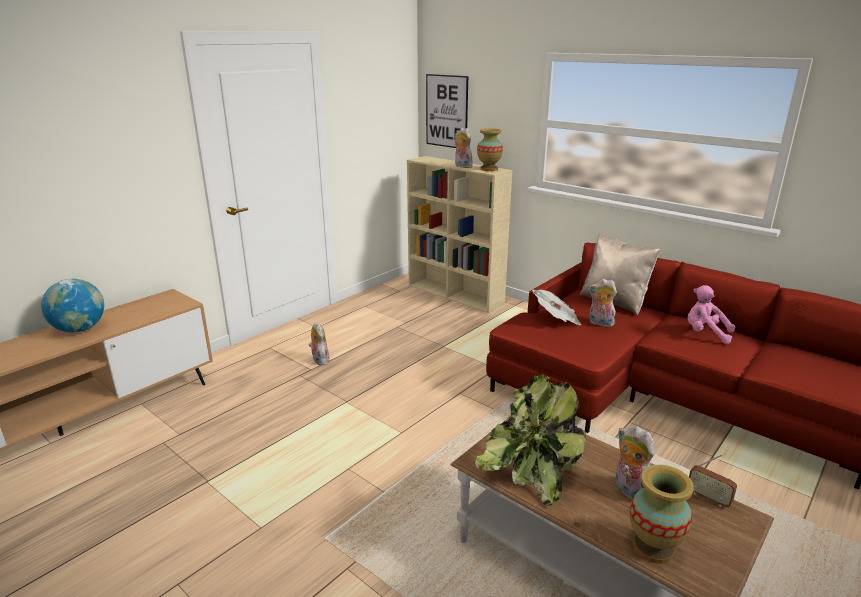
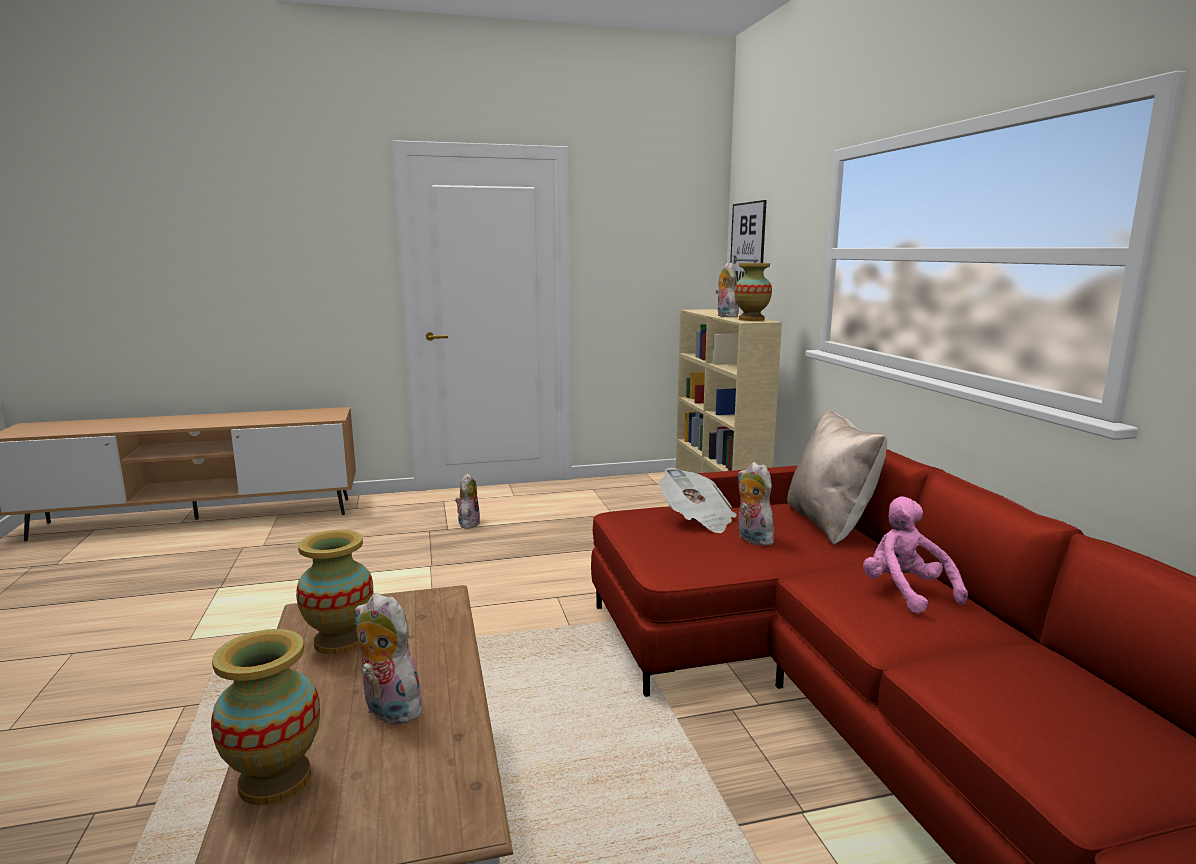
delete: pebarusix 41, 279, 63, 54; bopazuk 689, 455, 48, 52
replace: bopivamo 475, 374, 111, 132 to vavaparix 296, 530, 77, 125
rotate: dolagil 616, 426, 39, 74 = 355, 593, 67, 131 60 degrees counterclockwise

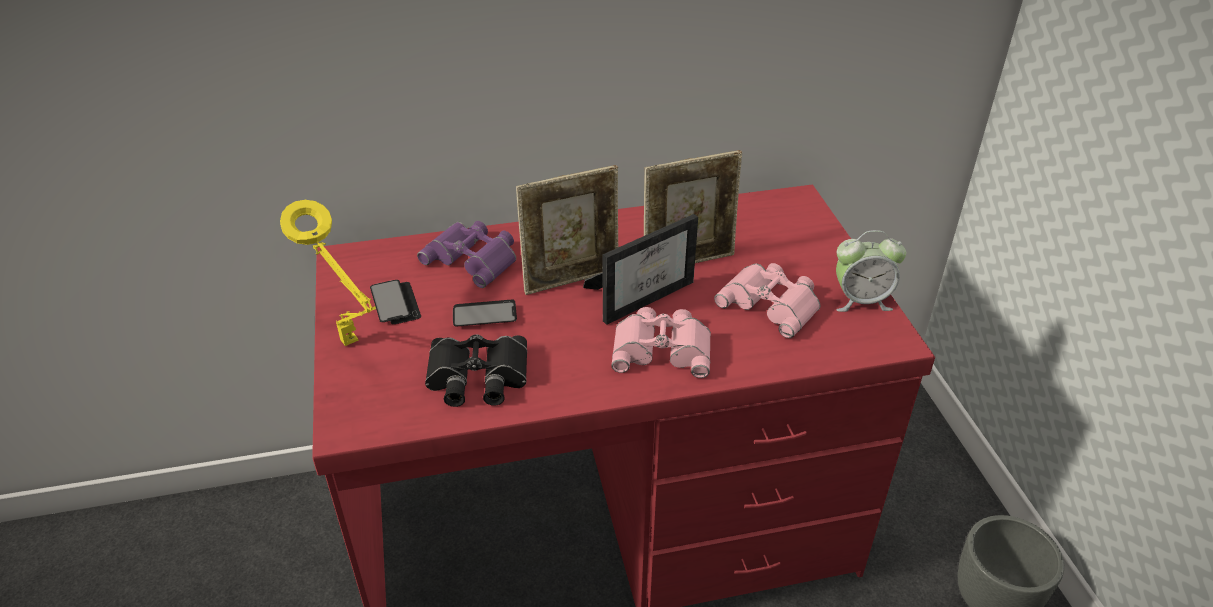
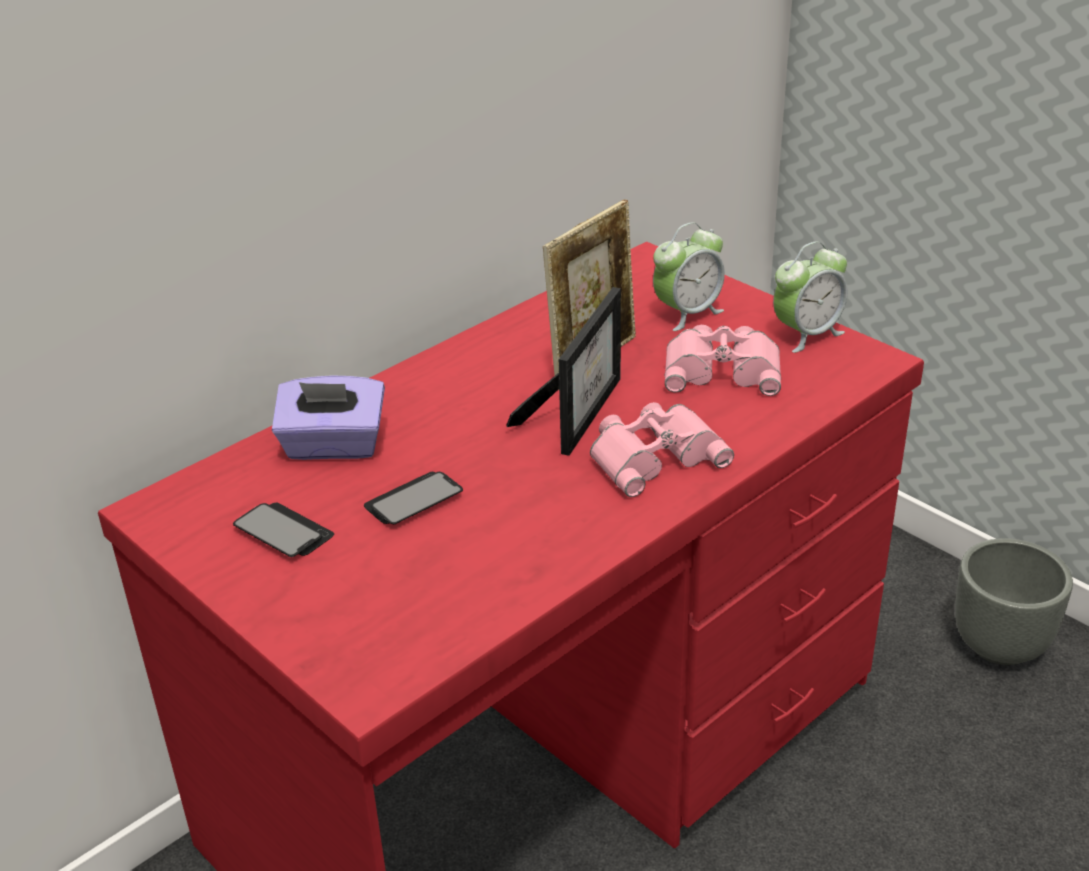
delete: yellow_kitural 280, 200, 96, 146; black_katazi 425, 334, 102, 73; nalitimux 516, 165, 102, 130
insert: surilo 653, 222, 72, 109
replace: purple_katazi 417, 221, 99, 67 to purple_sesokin 272, 375, 113, 85

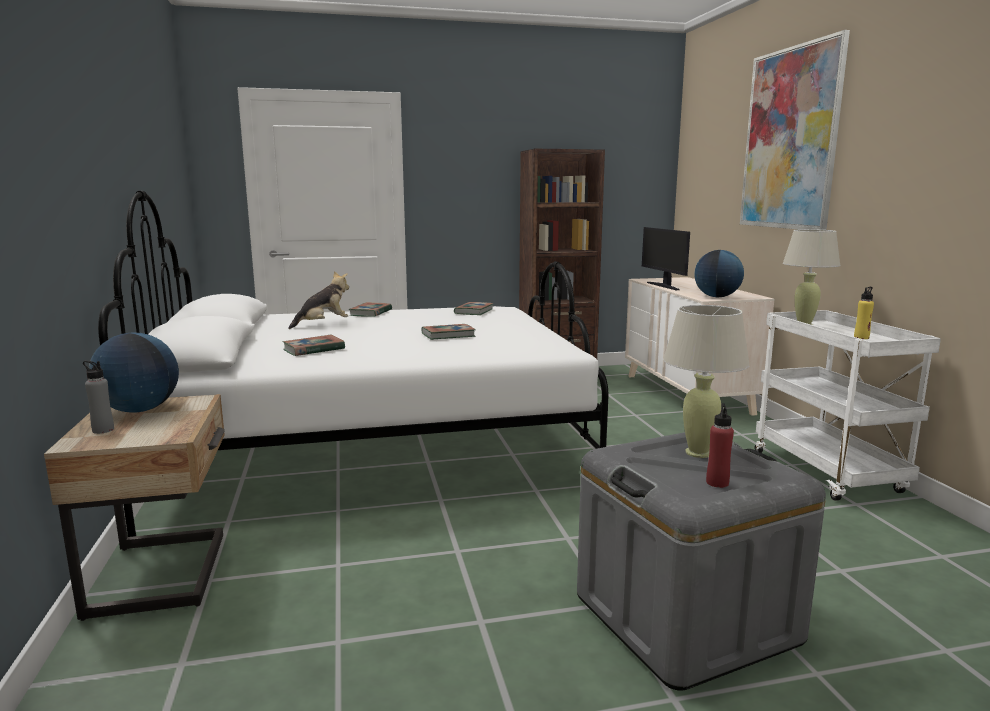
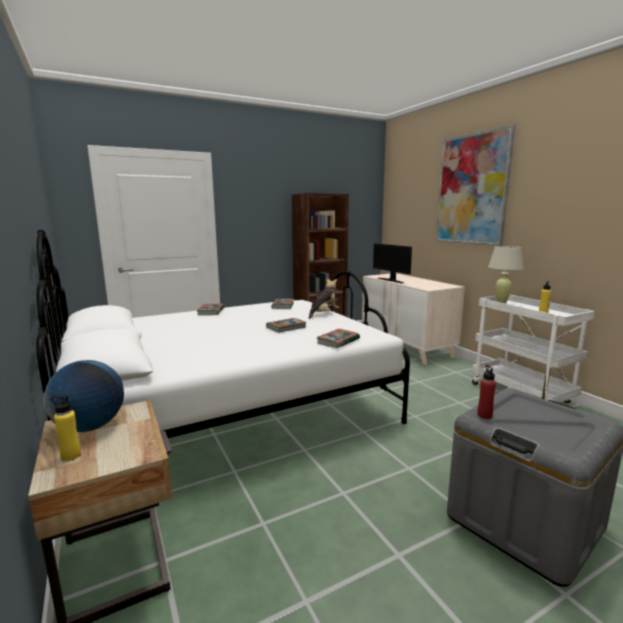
delete: beige_kitural 663, 305, 87, 153; pebarusix 694, 250, 50, 47
move: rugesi 283, 335, 62, 21 to 316, 329, 44, 19; dolagil 288, 271, 61, 58 to 309, 278, 30, 41; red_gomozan 706, 403, 28, 85 to 477, 365, 19, 54
recolor: grey_gomozan 83, 361, 31, 73 to yellow_gomozan 51, 396, 30, 65

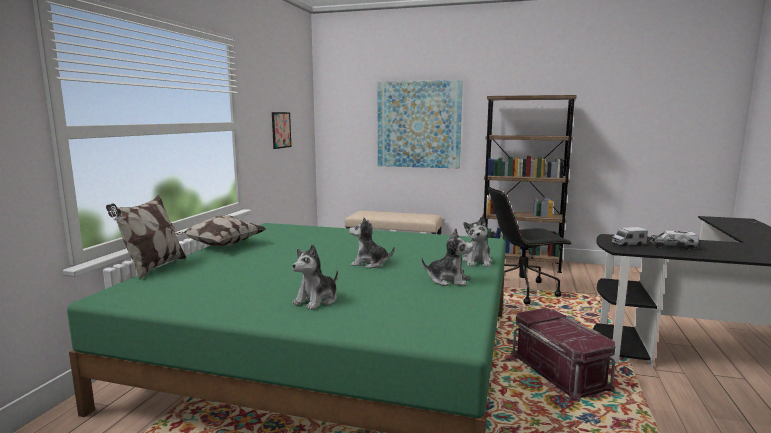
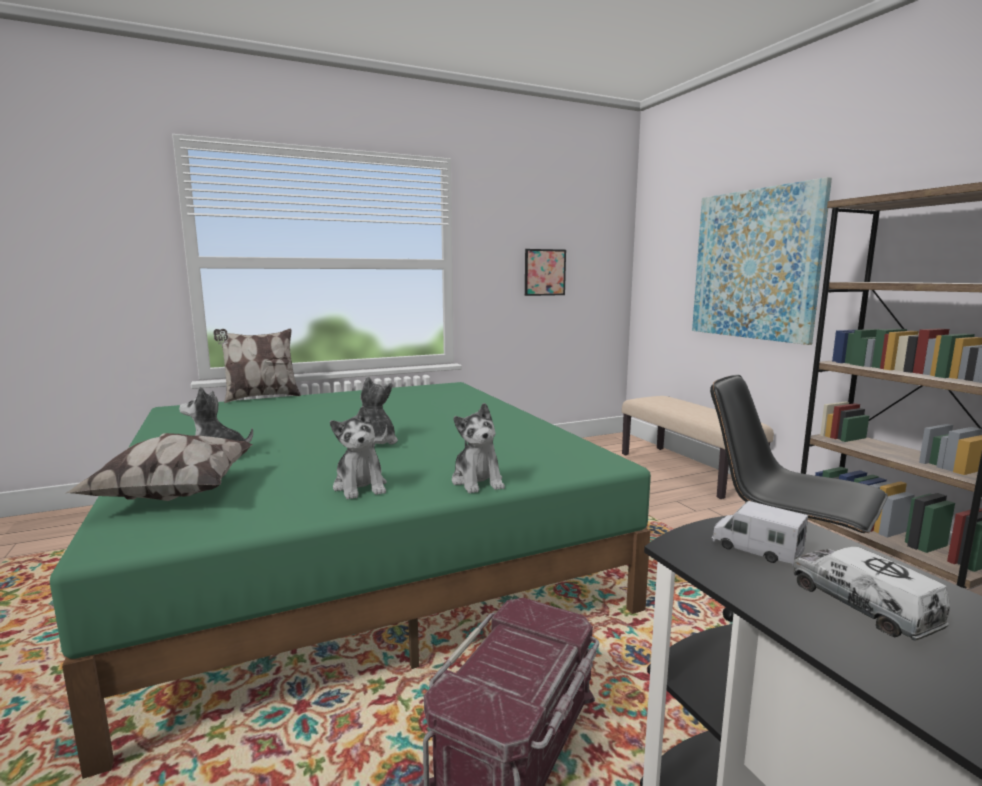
move: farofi 176, 215, 90, 31 to 66, 433, 187, 68
rotate: dolagil 462, 216, 31, 51 = 452, 403, 53, 90 75 degrees counterclockwise

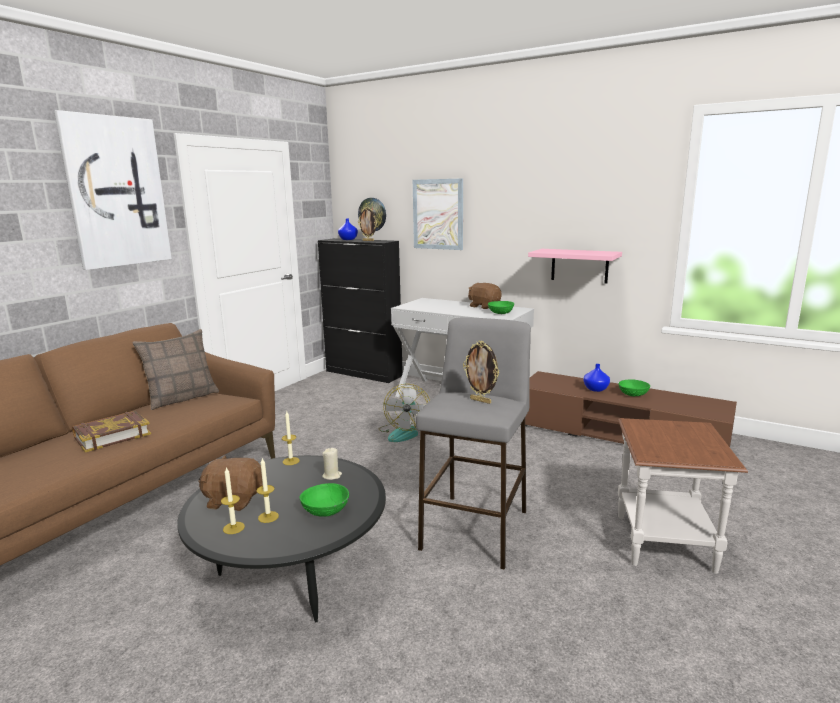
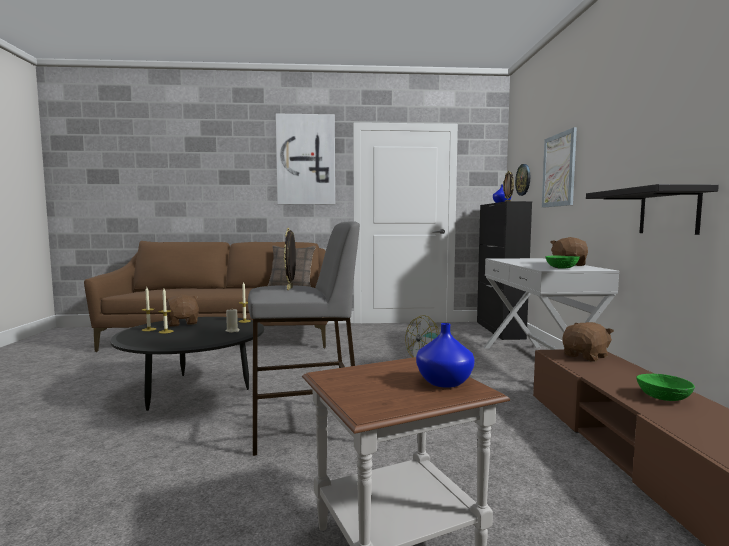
delete: rugesi 72, 411, 79, 41; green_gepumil 300, 483, 49, 34
insert: brown_dolagil 562, 322, 52, 40
move: blue_vavaparix 584, 364, 26, 28 to 416, 323, 58, 65
recolor: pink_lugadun 528, 249, 94, 35 to black_lugadun 586, 184, 133, 51

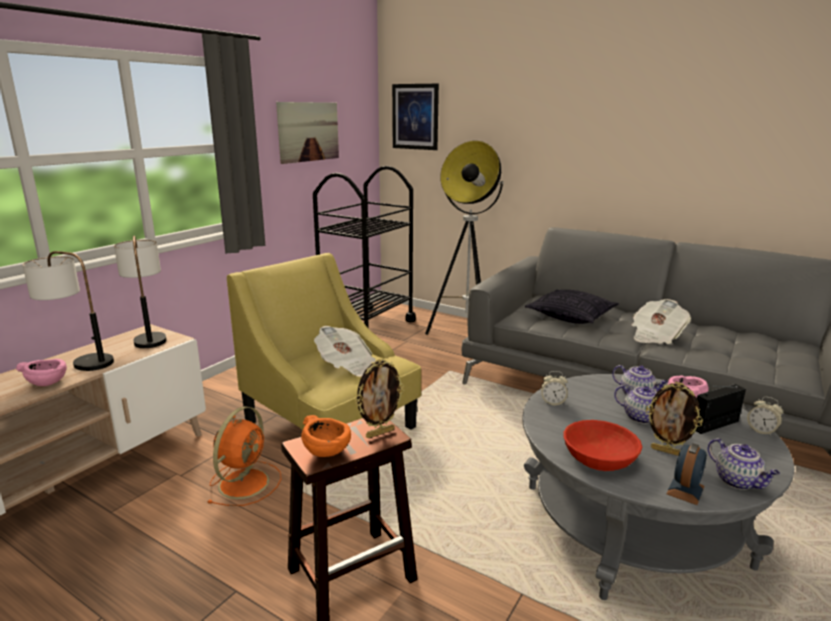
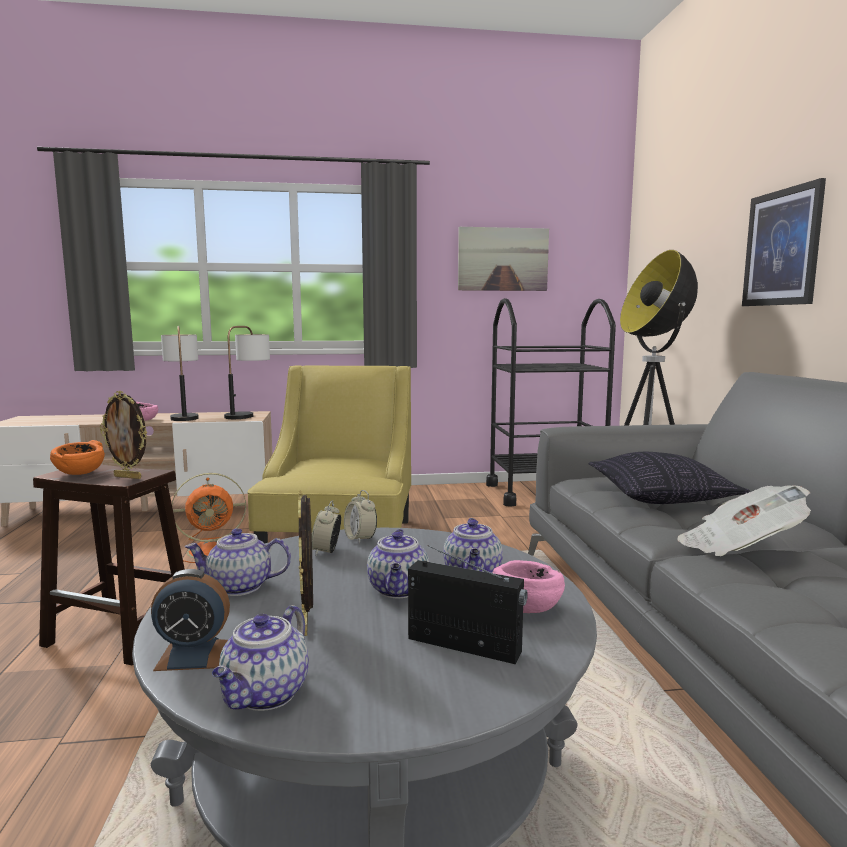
delete: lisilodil 314, 326, 62, 51
move: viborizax 392, 84, 47, 66 to 742, 178, 84, 128; surilo 747, 397, 36, 39 to 312, 500, 29, 56
replace: red_gepumil 563, 420, 79, 51 to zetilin 184, 528, 107, 68

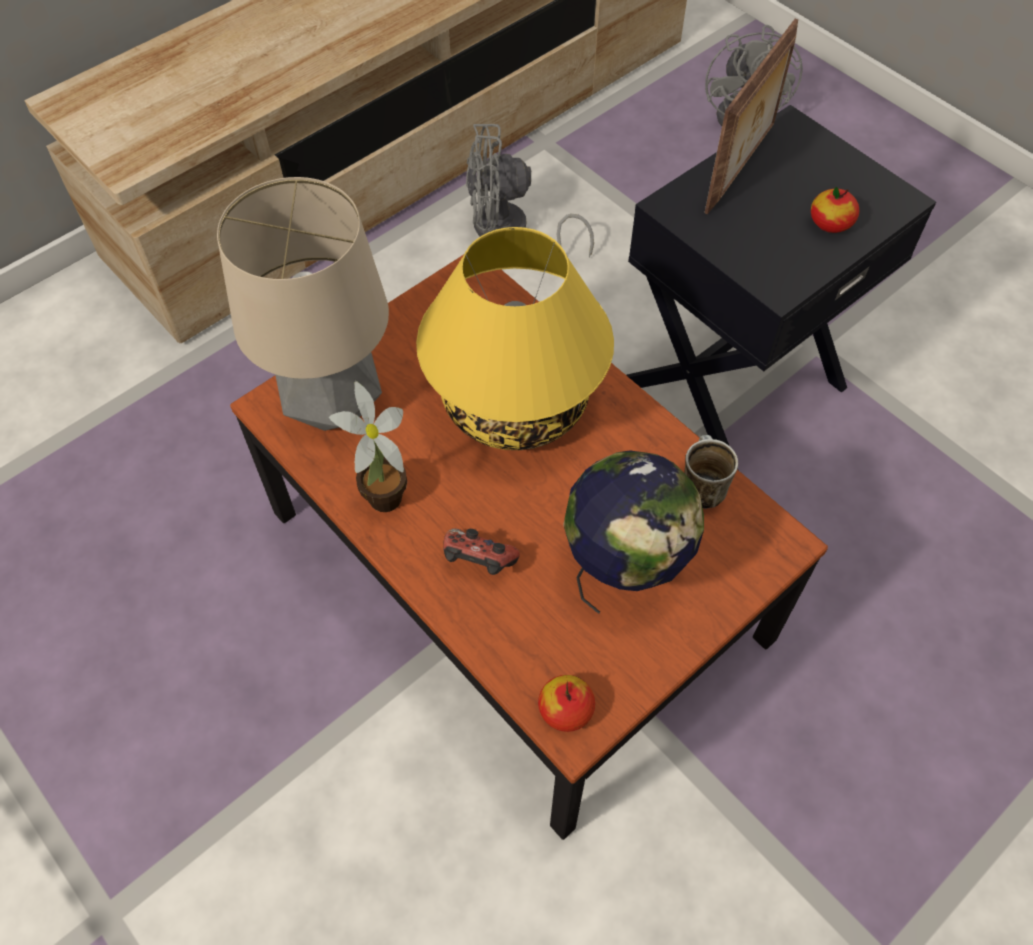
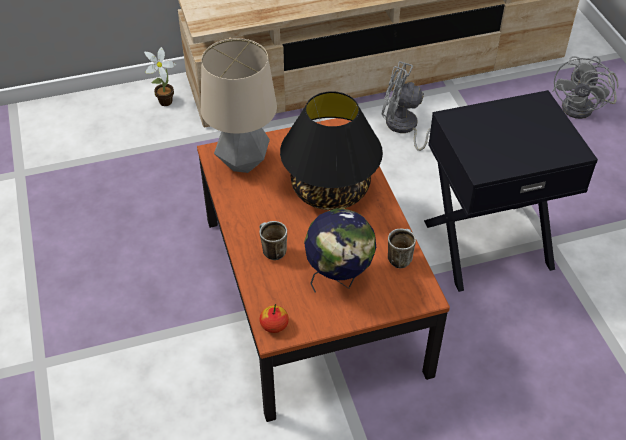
delete: nalitimux 704, 19, 94, 195; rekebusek 811, 187, 48, 46
move: bopivamo 329, 381, 78, 131 to 144, 47, 32, 59
replace: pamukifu 443, 529, 77, 46 to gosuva 259, 221, 28, 39
recolor: yellow_kitural 416, 227, 198, 223 to black_kitural 280, 91, 103, 119

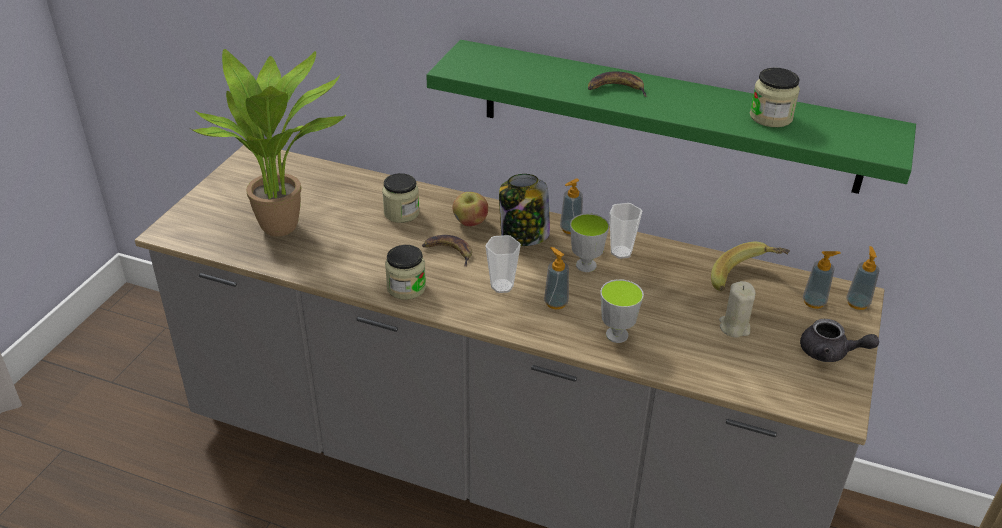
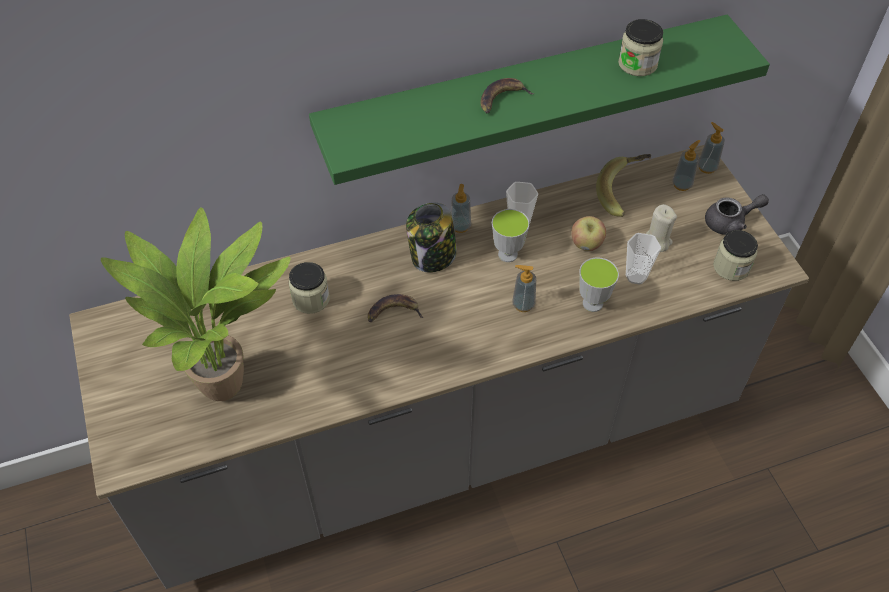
move: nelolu 385, 245, 41, 55 to 713, 230, 45, 51; rekebusek 453, 192, 35, 34 to 571, 216, 35, 35; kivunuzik 485, 235, 36, 58 to 626, 233, 35, 52

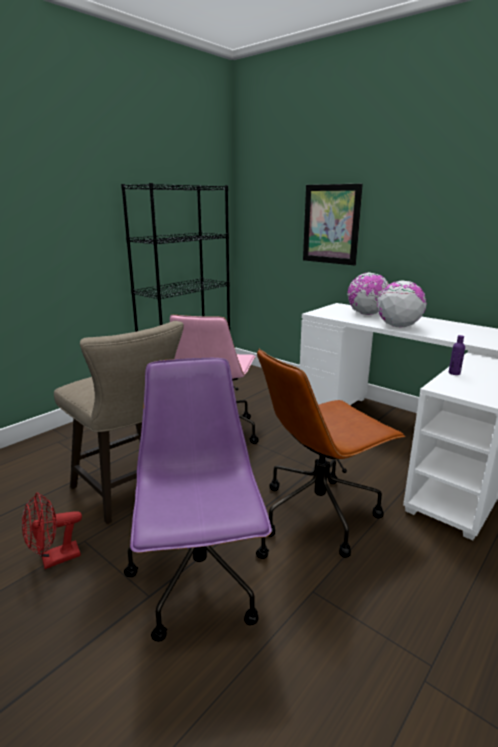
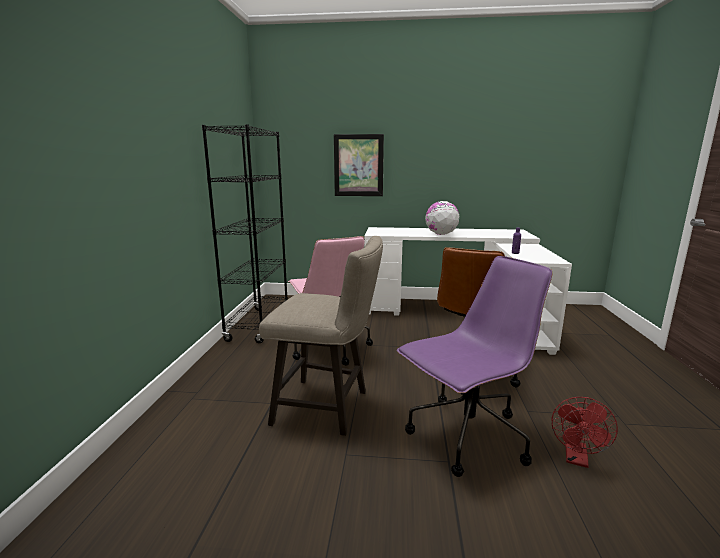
delete: pebarusix 347, 272, 42, 43
move: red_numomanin 22, 492, 60, 77 to 552, 397, 66, 71
rotate: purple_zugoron 124, 358, 148, 284 = 397, 256, 155, 221 105 degrees clockwise

